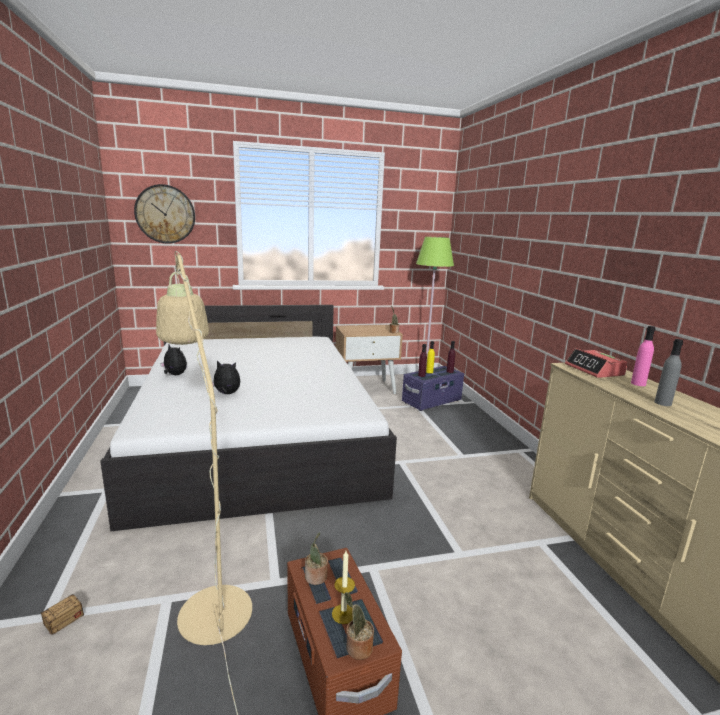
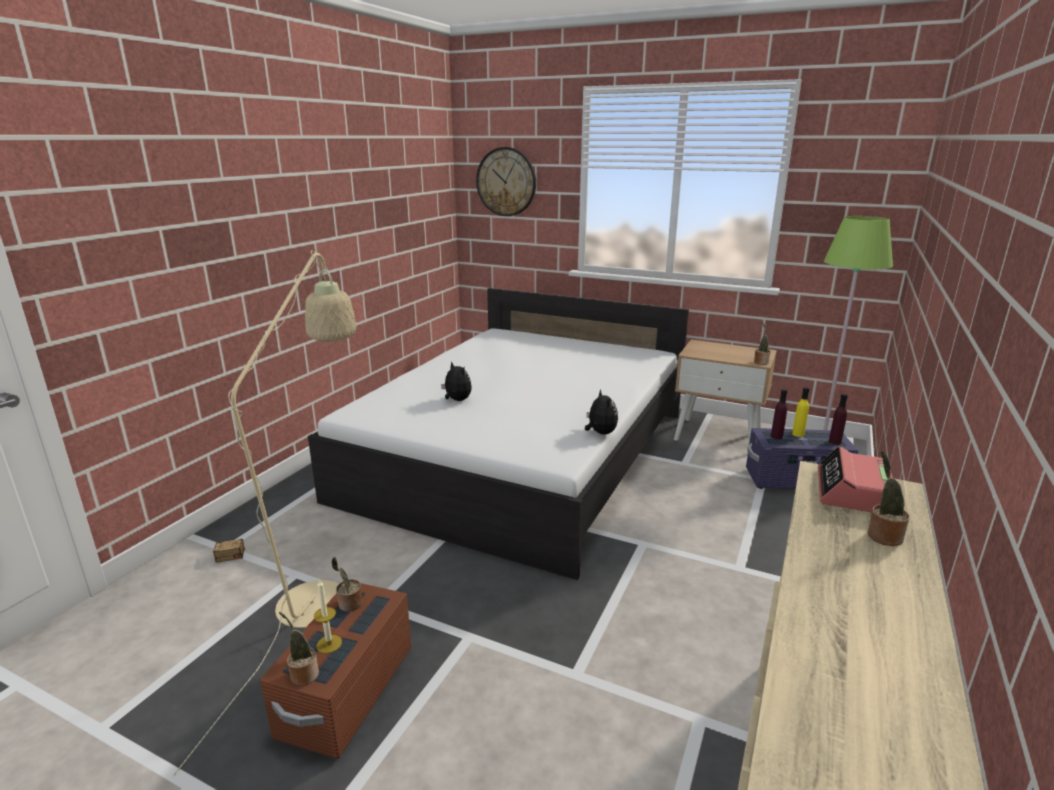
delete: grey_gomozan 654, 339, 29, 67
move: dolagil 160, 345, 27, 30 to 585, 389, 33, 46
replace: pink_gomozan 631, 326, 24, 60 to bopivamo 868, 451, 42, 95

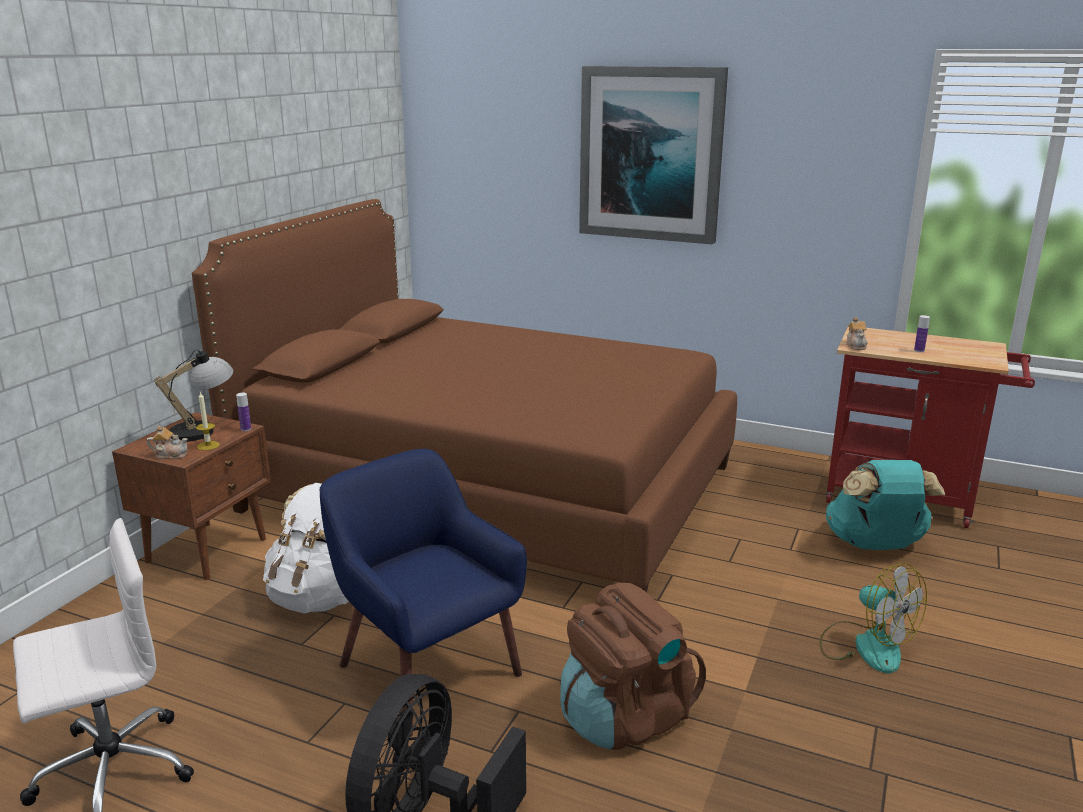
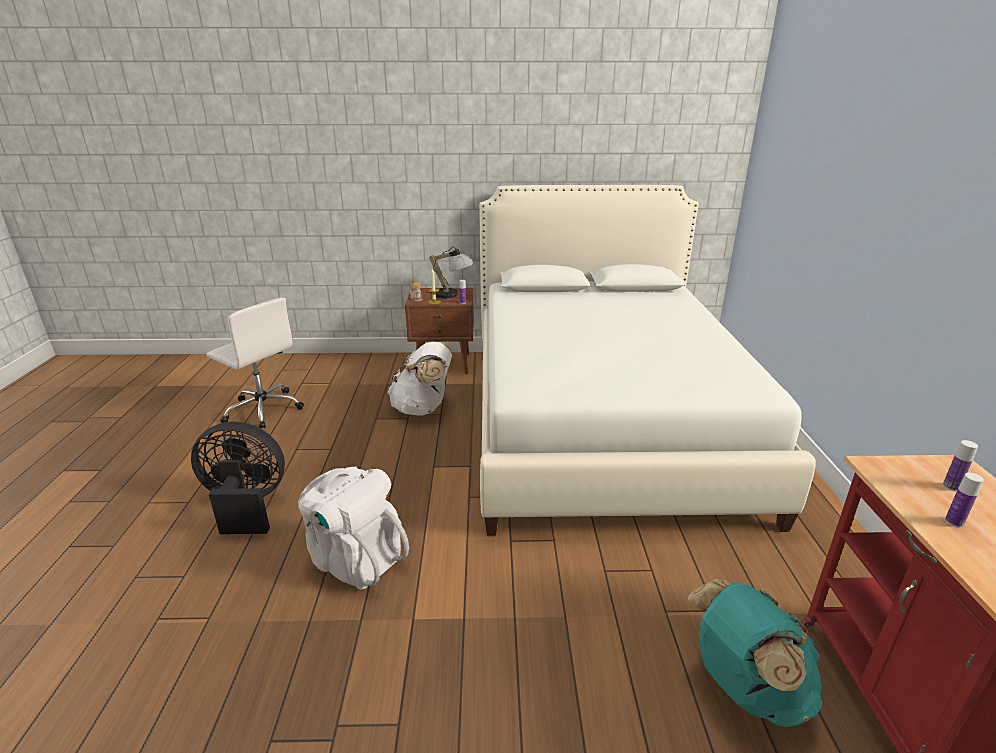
delete: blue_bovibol 320, 449, 207, 288; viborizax 579, 66, 149, 178; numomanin 819, 563, 108, 110; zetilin 847, 317, 21, 33
insert: gomozan 943, 440, 35, 51
recolor: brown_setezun 192, 199, 545, 393 to white_setezun 479, 185, 337, 351; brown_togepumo 560, 583, 146, 167 to white_togepumo 298, 467, 111, 123

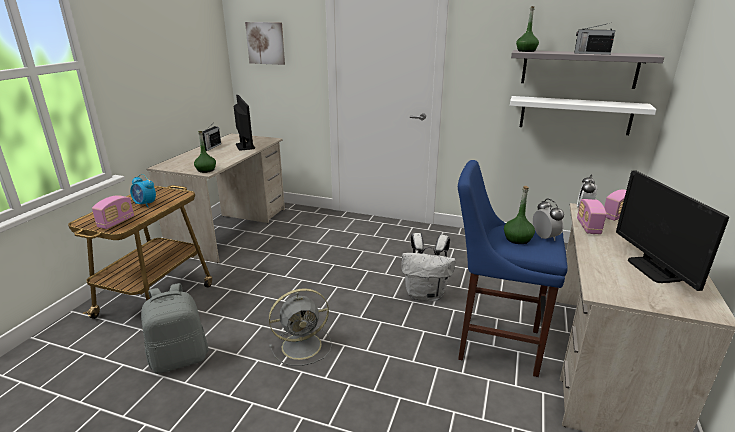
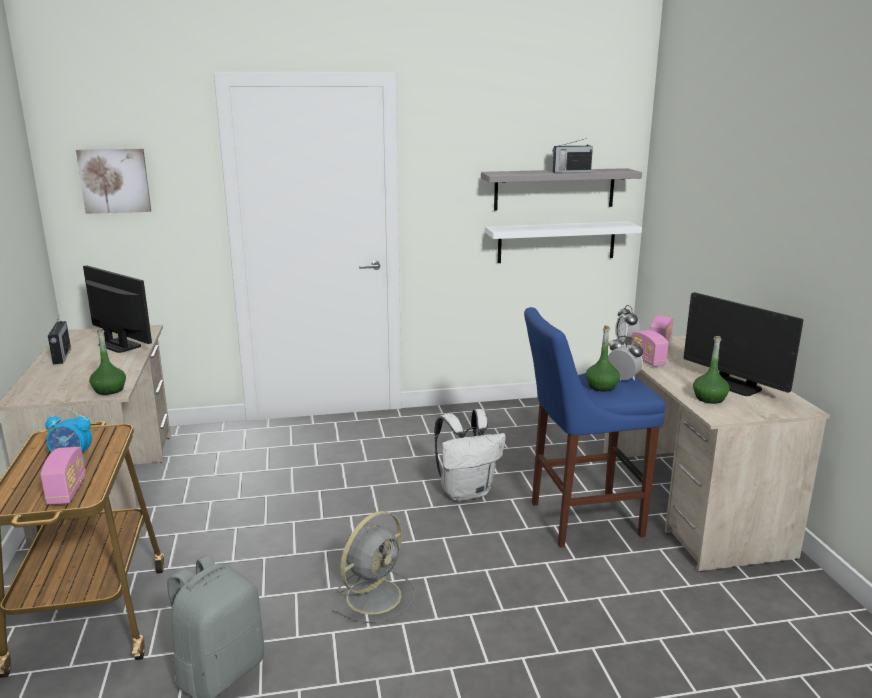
move: green_gomozan 516, 6, 23, 46 to 693, 336, 37, 68

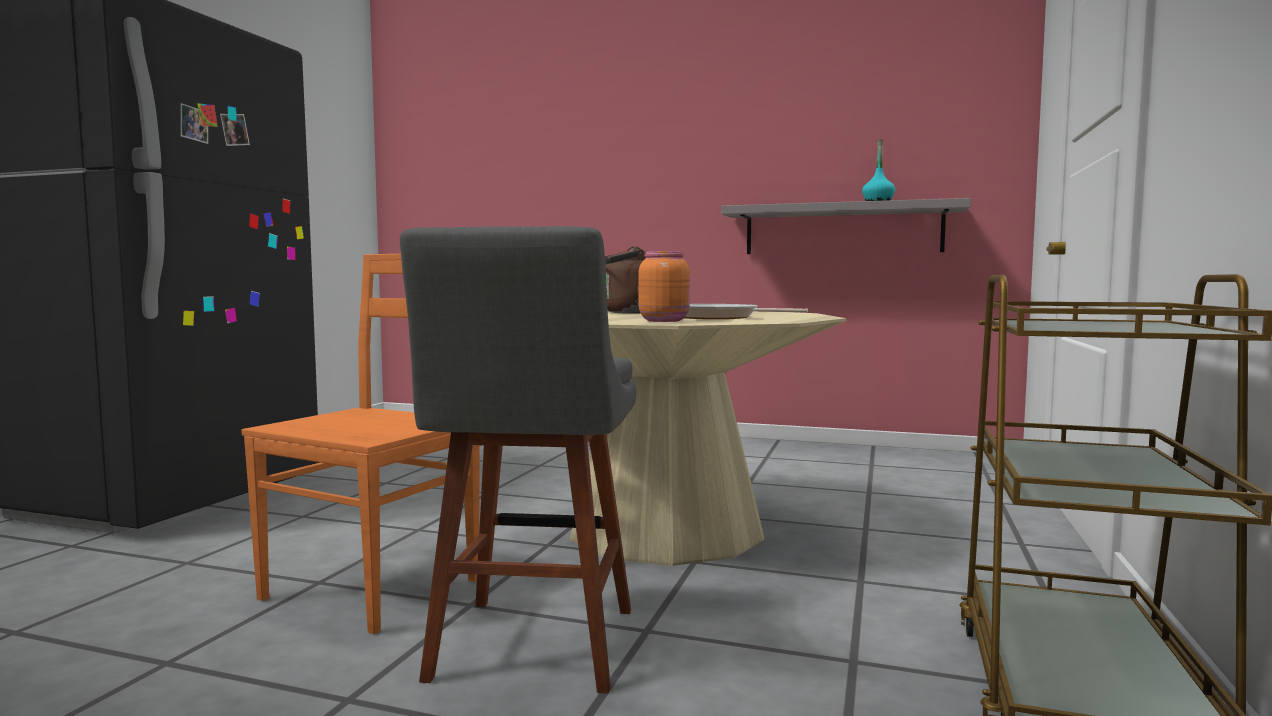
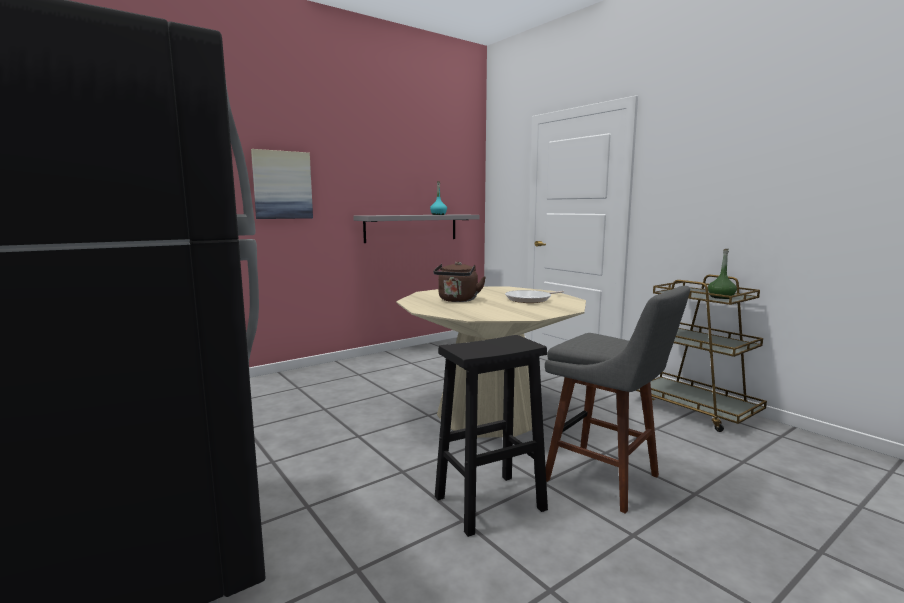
delete: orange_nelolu 639, 251, 51, 71
insert: viborizax 251, 149, 62, 70; green_gomozan 708, 249, 29, 50
replace: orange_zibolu 241, 254, 239, 380 to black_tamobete 435, 335, 113, 202

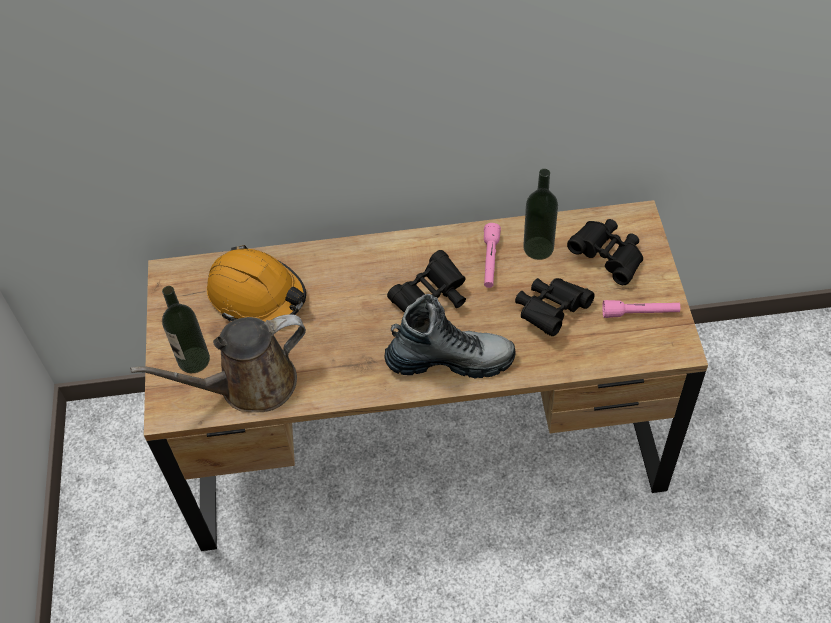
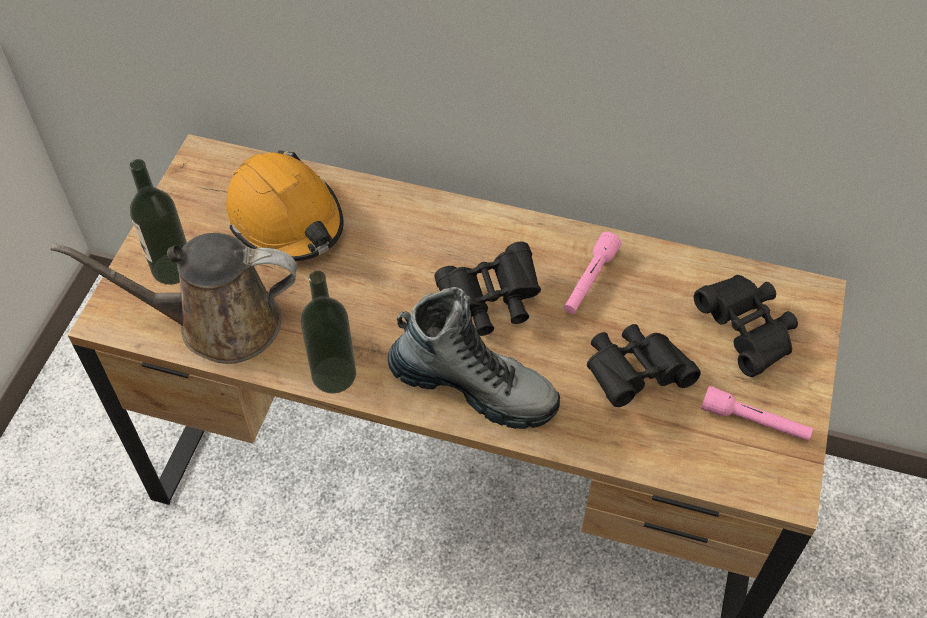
move: gomozan 523, 169, 35, 91 to 301, 271, 55, 123

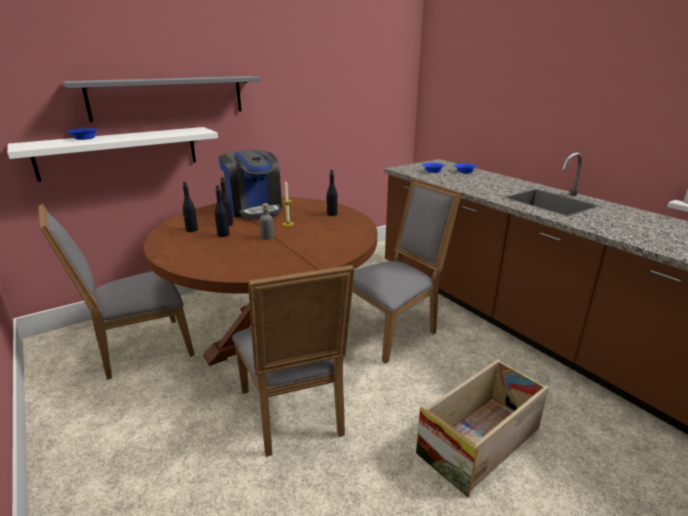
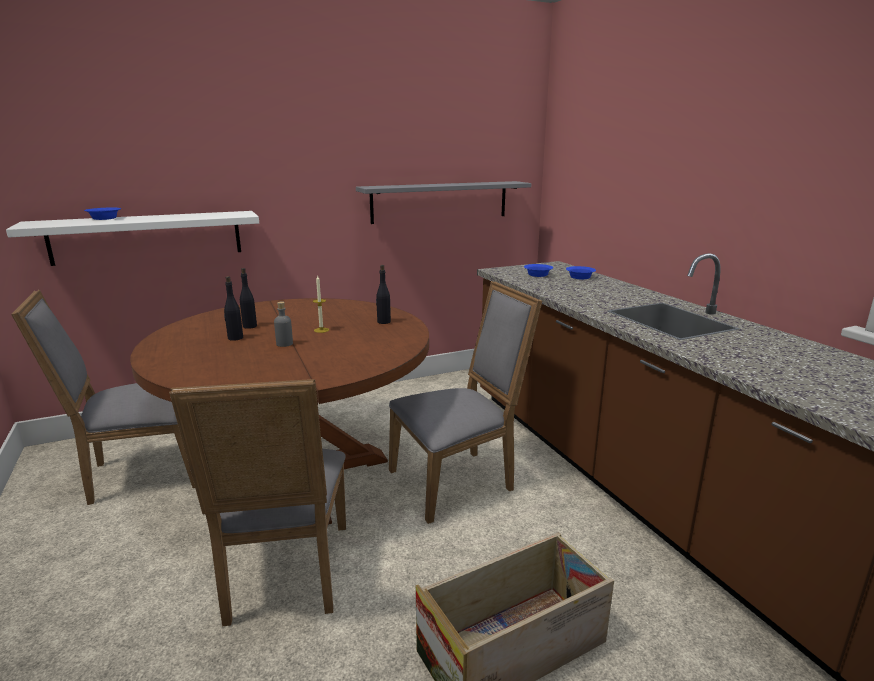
delete: black_gomozan 183, 181, 15, 51; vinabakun 218, 150, 64, 69
move: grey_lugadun 63, 76, 198, 46 to 356, 181, 175, 43

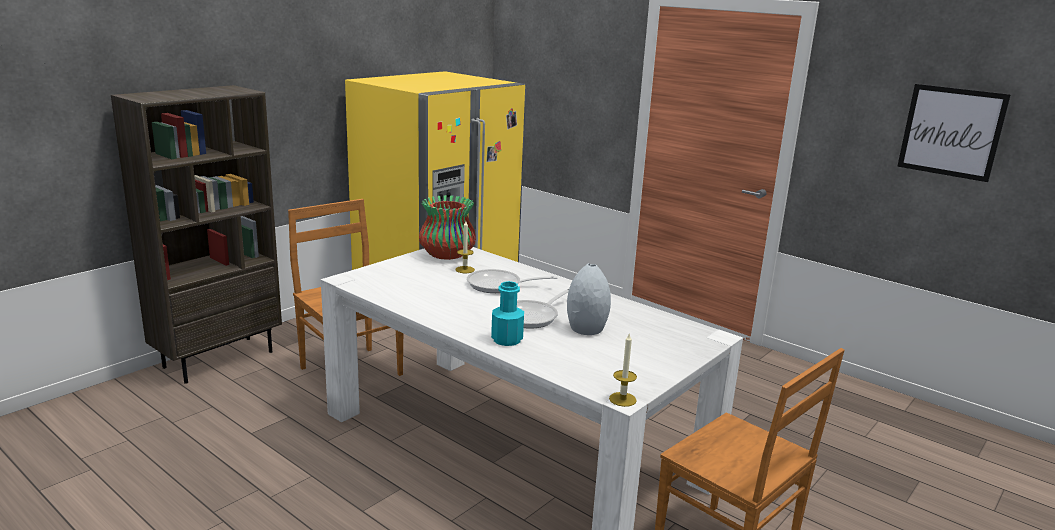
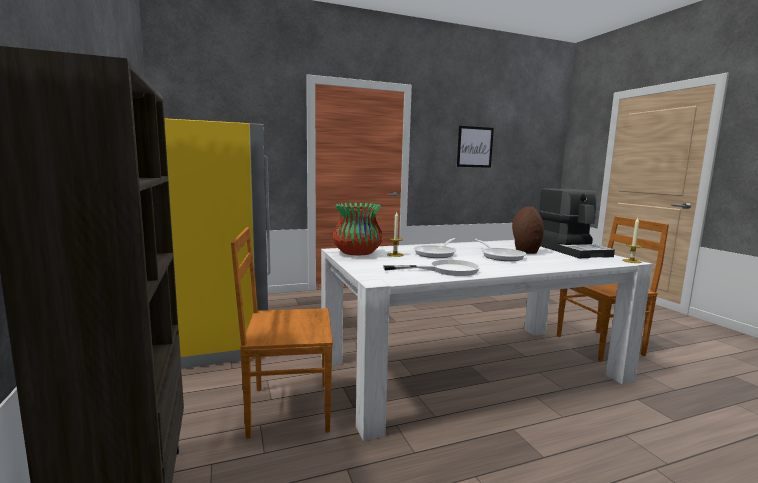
delete: turquoise_gomozan 491, 281, 33, 65
insert: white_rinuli 383, 259, 97, 17; vinabakun 538, 189, 77, 70
recolor: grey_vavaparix 567, 263, 44, 72 to brown_vavaparix 512, 206, 32, 48

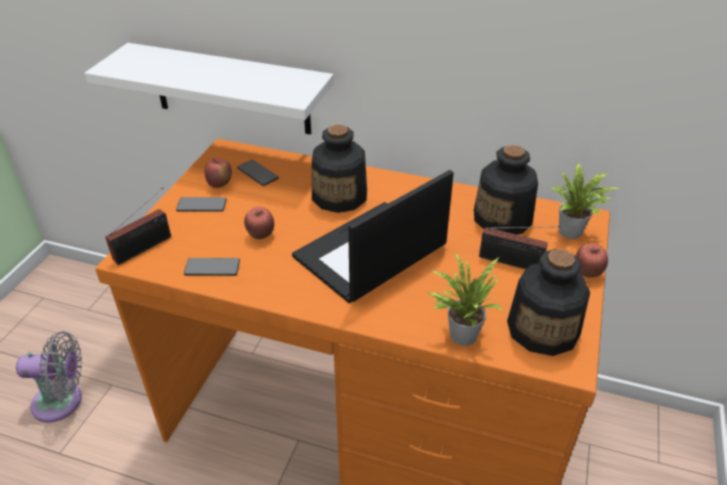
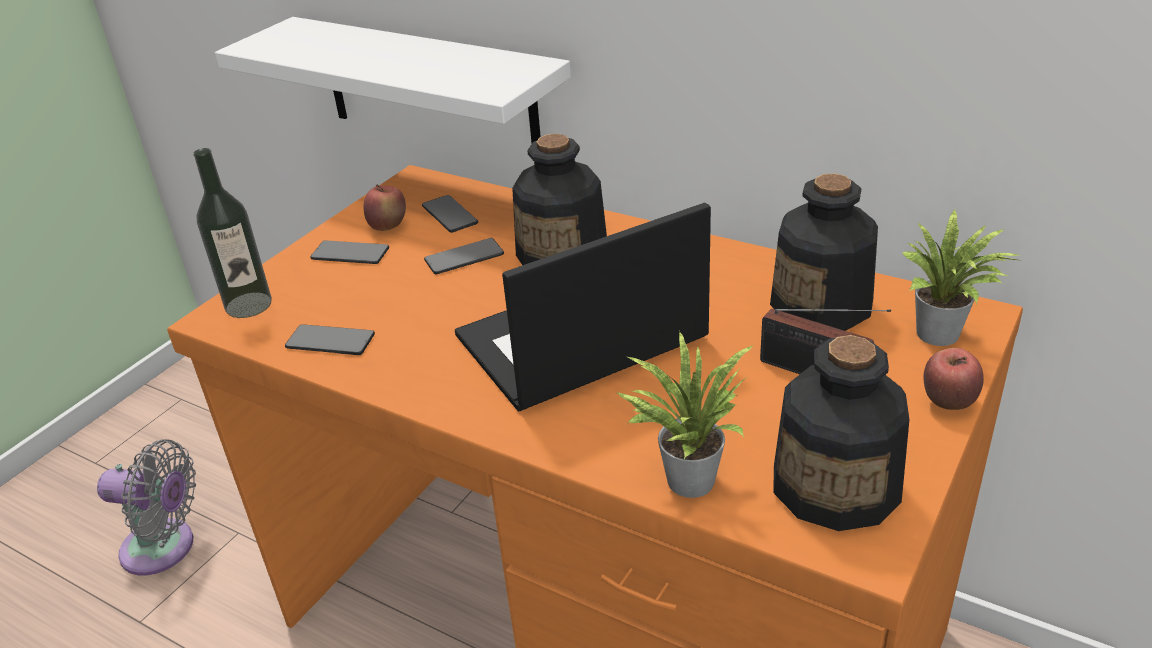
delete: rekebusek 244, 207, 30, 32
insert: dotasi 424, 238, 80, 36
replace: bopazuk 105, 188, 66, 77 to gomozan 193, 148, 79, 170

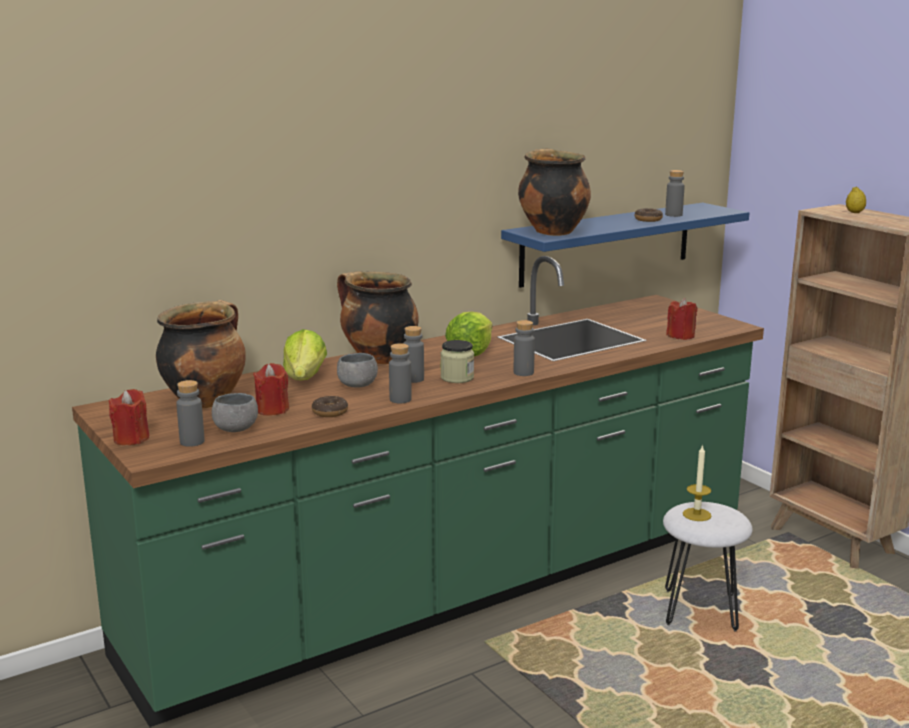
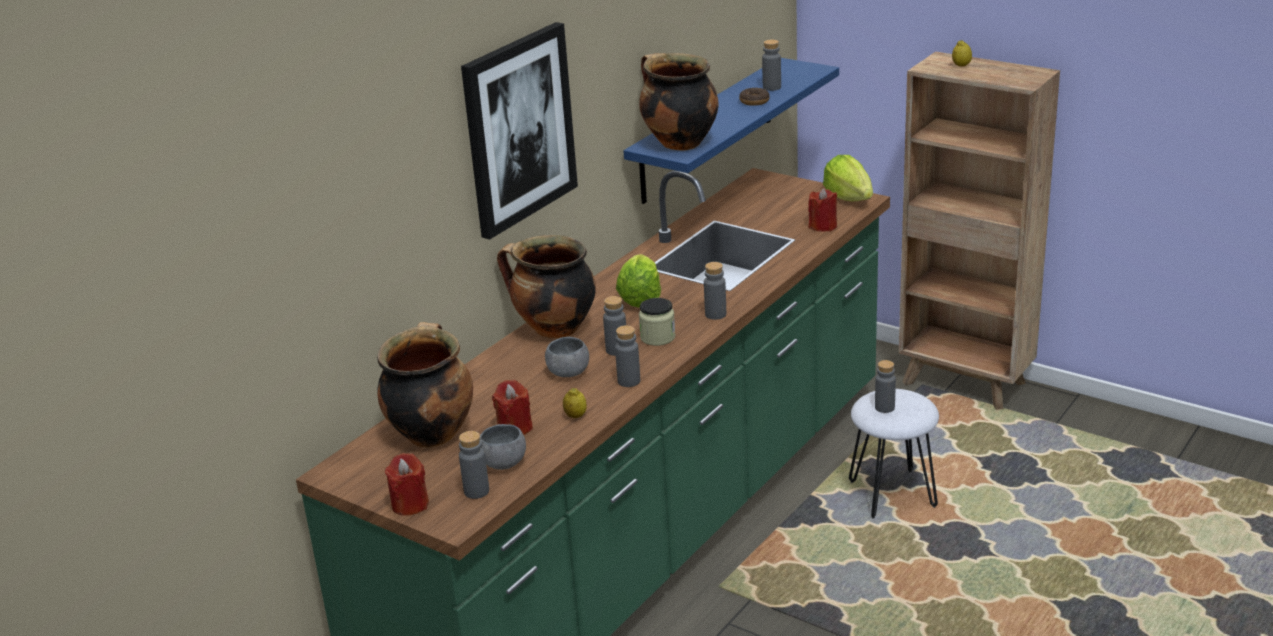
insert: viborizax 461, 22, 117, 218
move: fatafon 283, 329, 44, 51 to 823, 155, 50, 46
replace: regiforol 312, 396, 36, 21 to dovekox 563, 388, 24, 30; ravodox 683, 444, 29, 77 to grey_gomozan 875, 360, 21, 53

